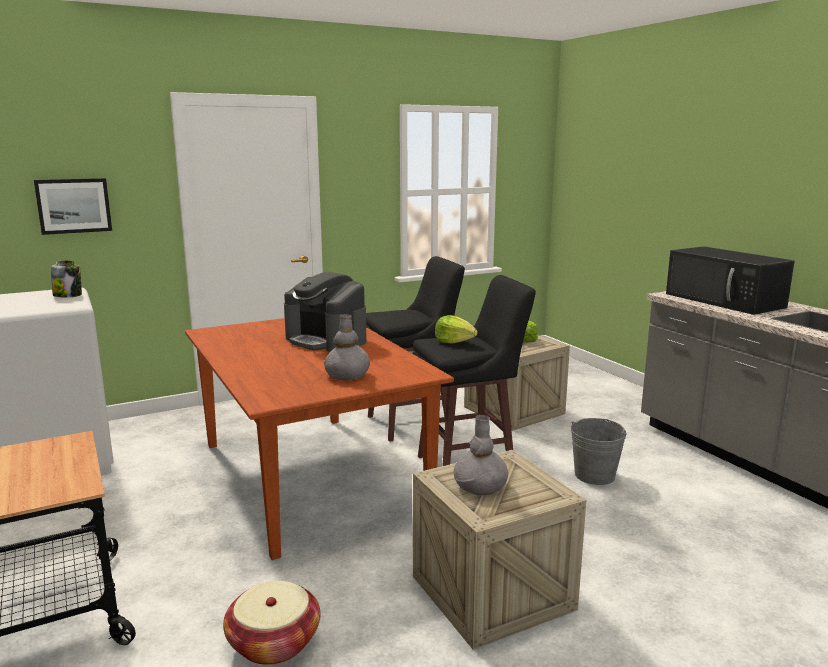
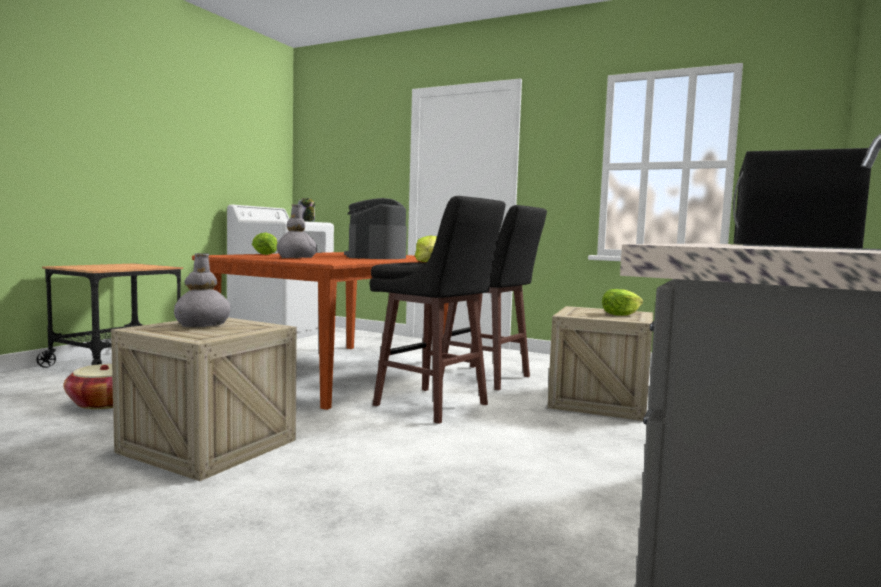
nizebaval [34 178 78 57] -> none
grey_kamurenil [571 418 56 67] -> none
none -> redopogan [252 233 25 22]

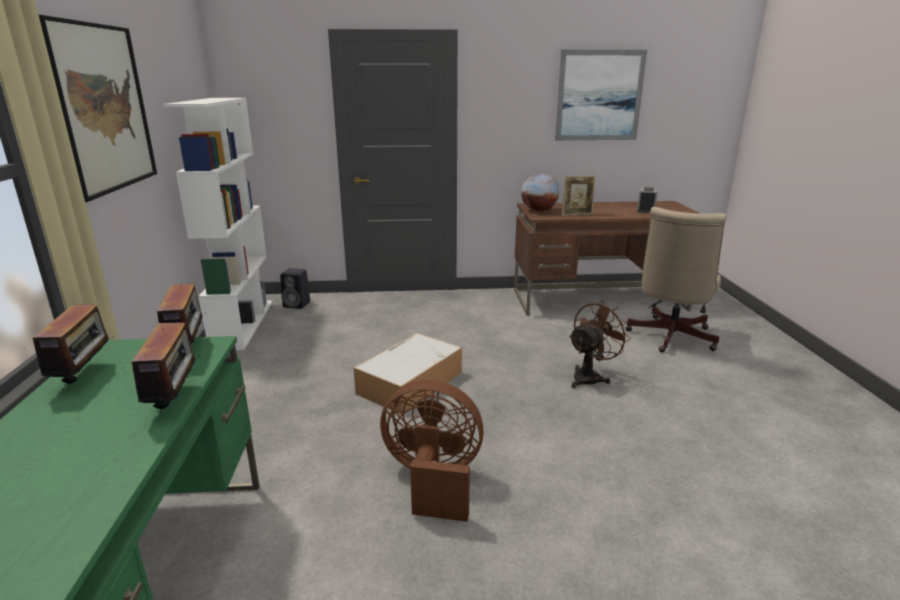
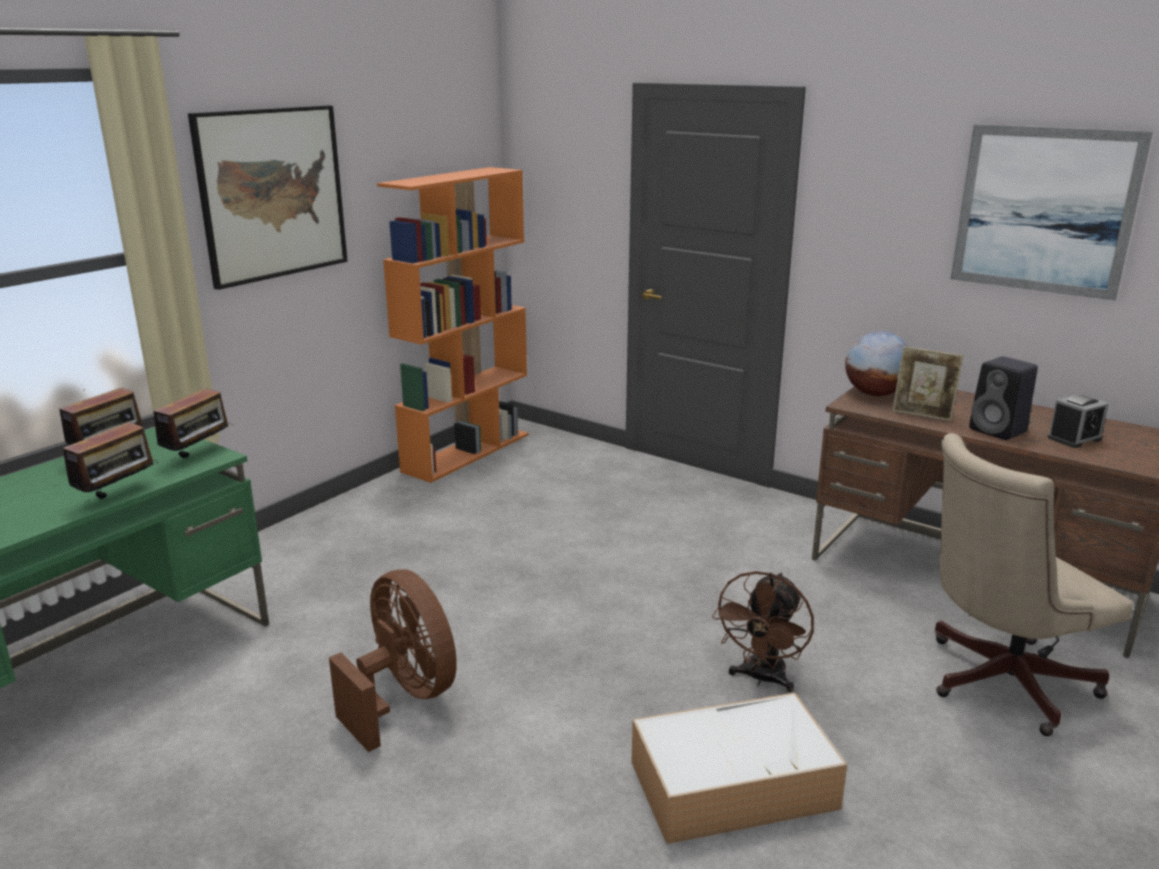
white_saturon [163 98 109 252] -> orange_saturon [377 167 151 316]
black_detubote [280 268 30 41] -> black_detubote [969 356 69 84], moved
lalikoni [354 333 108 81] -> lalikoni [631 693 216 151], moved
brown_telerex [569 301 62 87] -> brown_telerex [712 571 102 121], 120 degrees clockwise

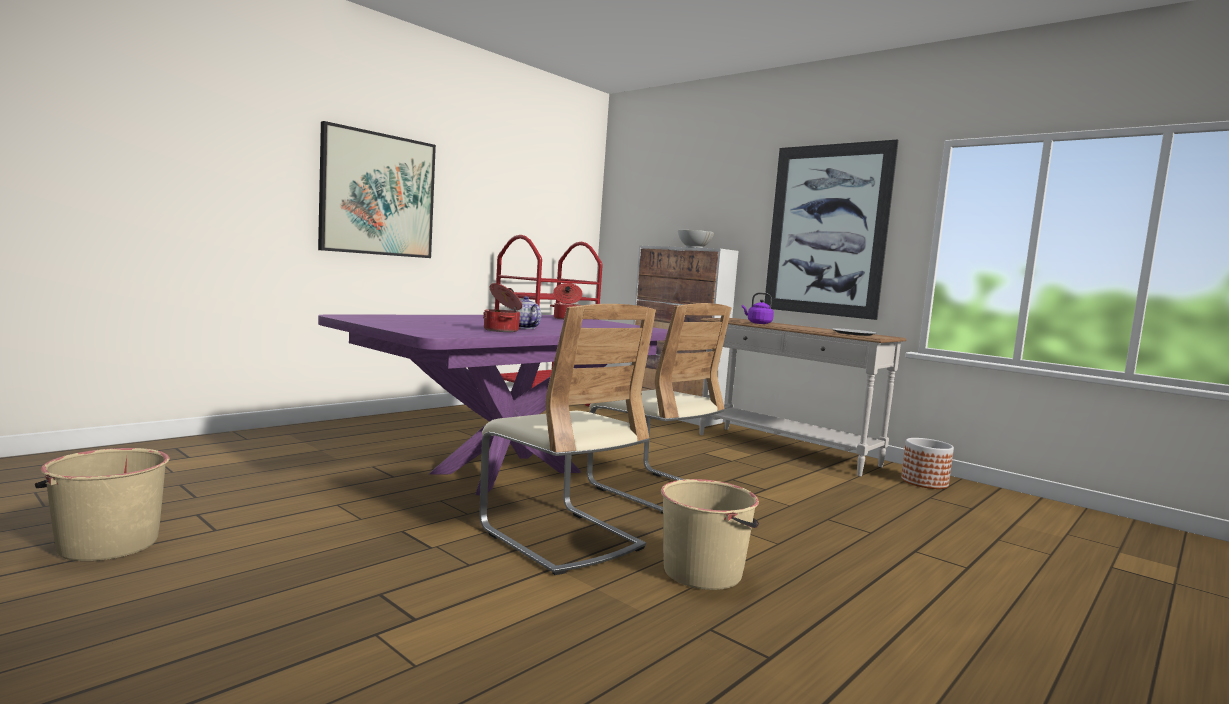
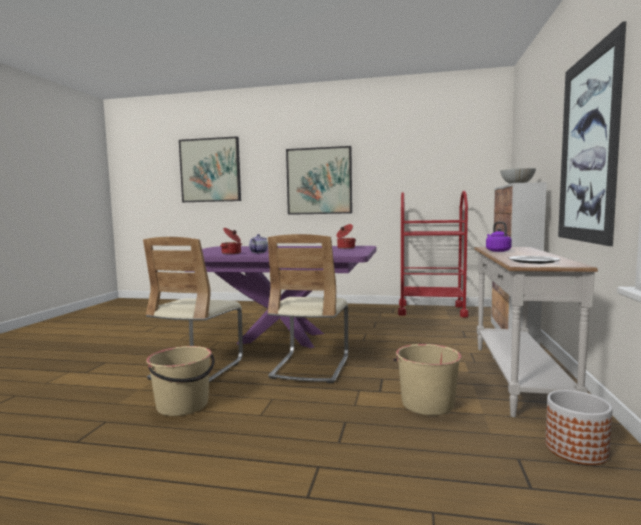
beige_kamurenil [35 448 135 113] -> beige_kamurenil [393 344 69 72], moved
none -> nizebaval [179 136 62 66]

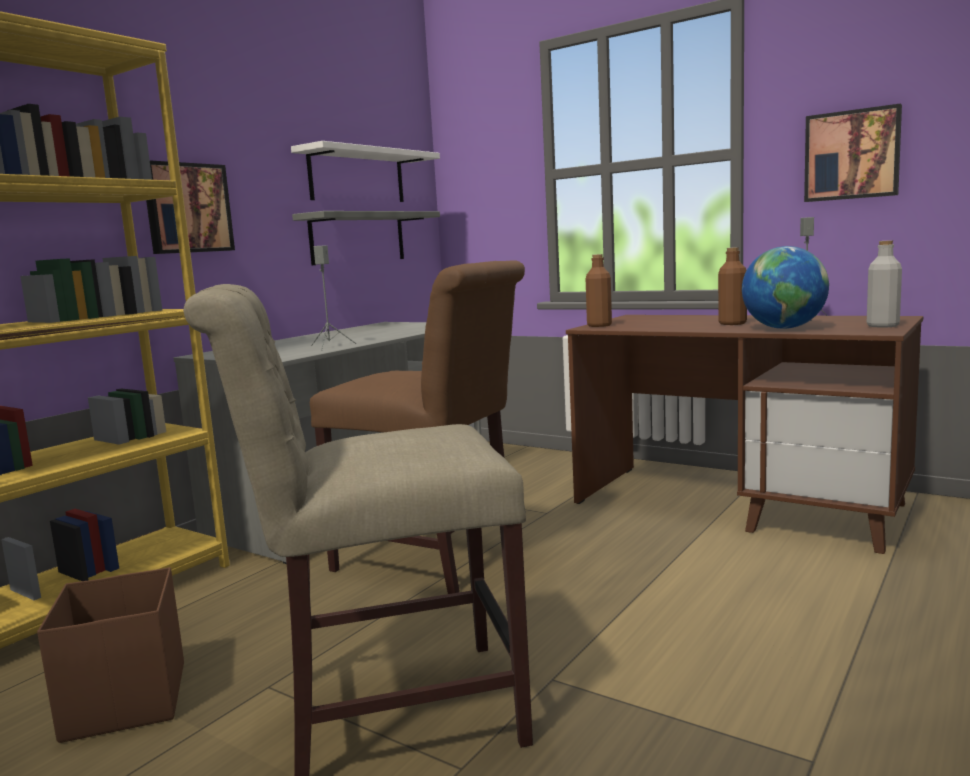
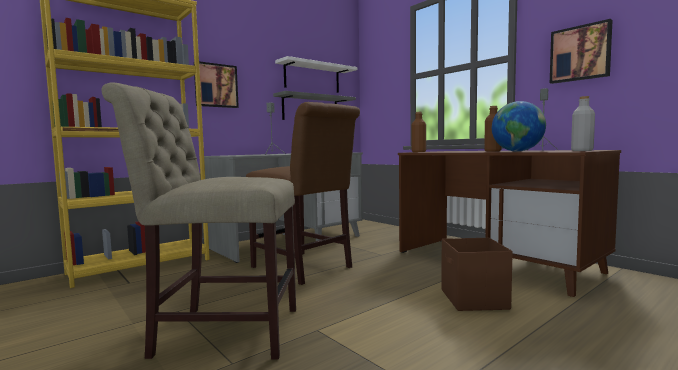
brown_lalikoni [37 567 147 176] -> brown_lalikoni [441 238 72 73], moved

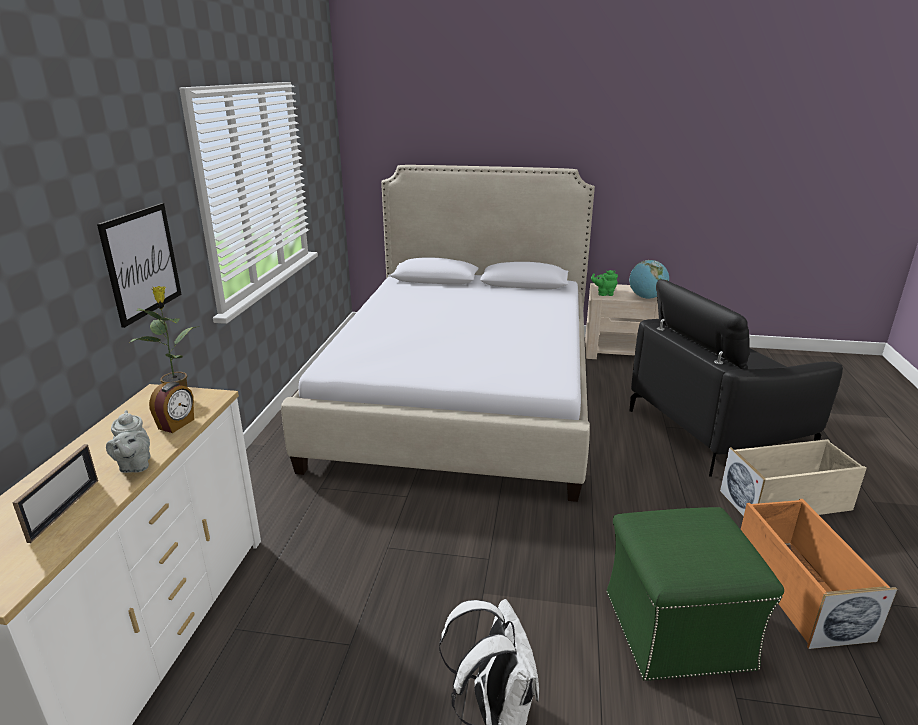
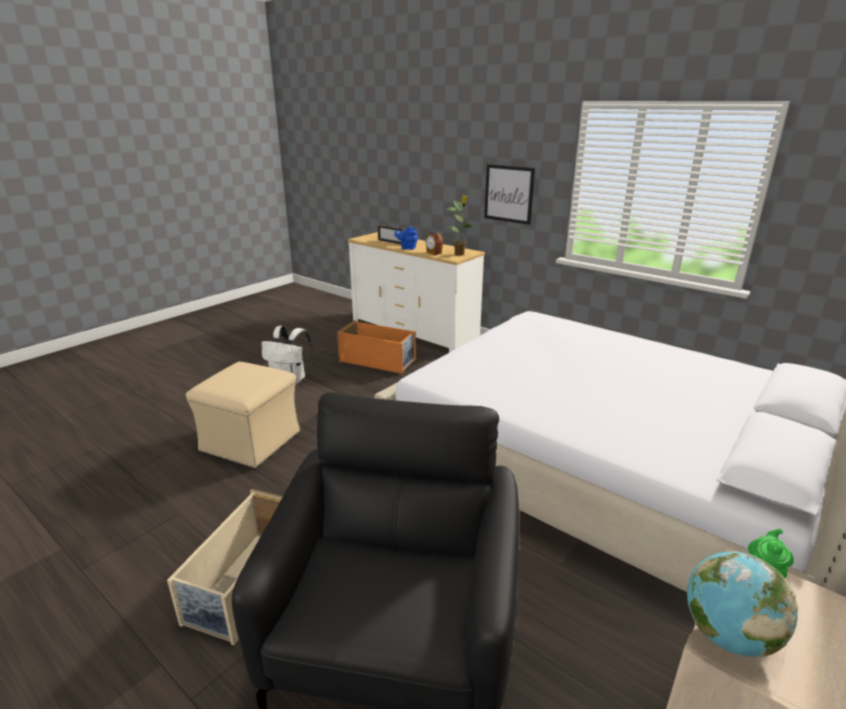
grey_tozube [106 410 44 63] -> blue_tozube [394 226 24 24]
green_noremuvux [607 507 177 174] -> beige_noremuvux [186 362 114 106]
orange_lalikoni [741 499 157 150] -> orange_lalikoni [337 320 79 54], moved

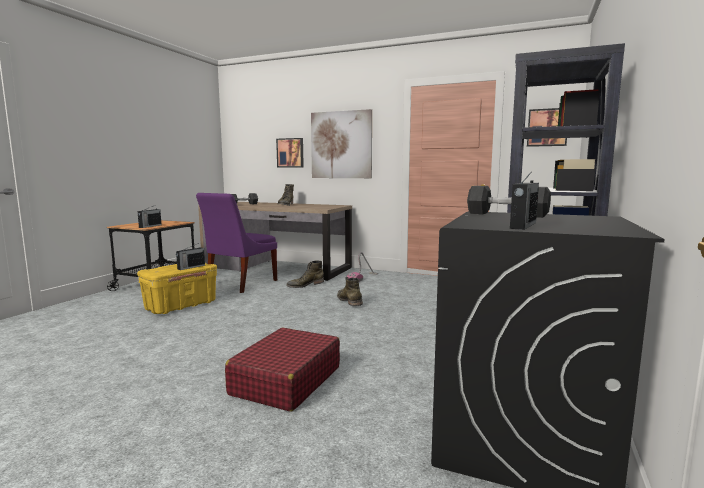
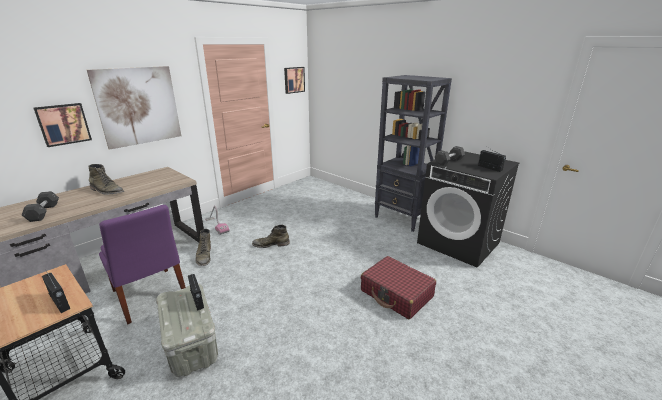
yellow_lalikoni [137 263 80 51] -> grey_lalikoni [156 283 62 94]

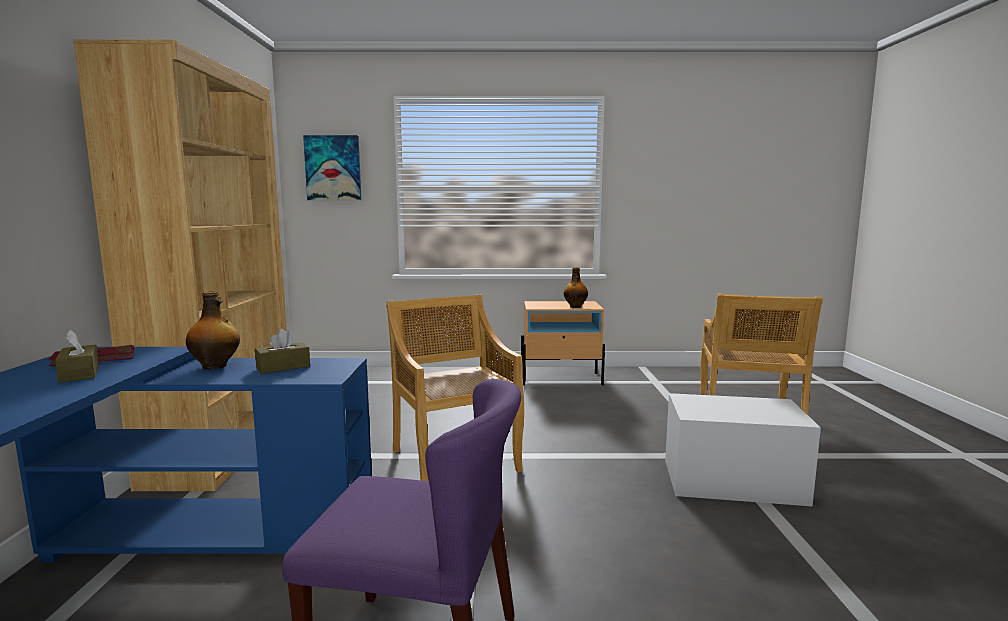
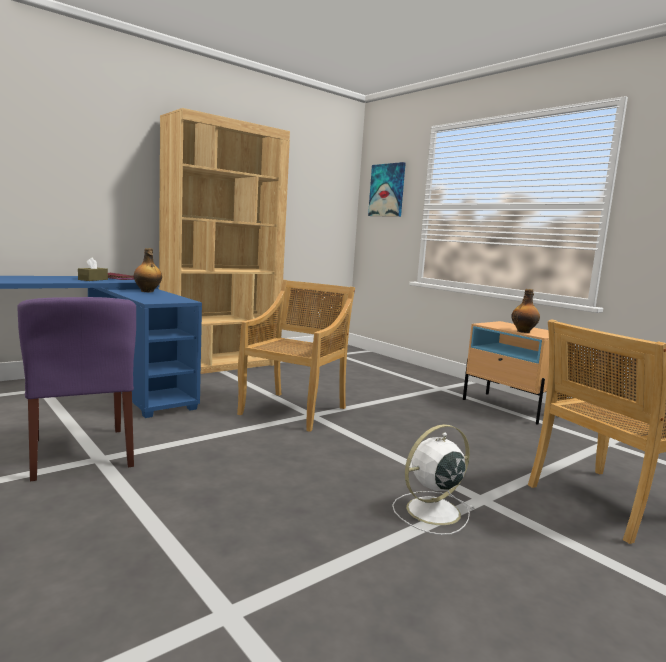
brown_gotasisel [255 329 55 45] -> none
white_lalikoni [665 393 156 113] -> white_telerex [392 424 83 111]

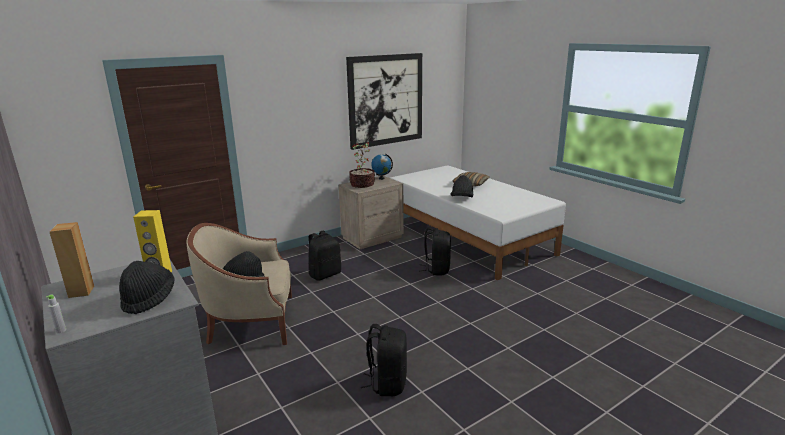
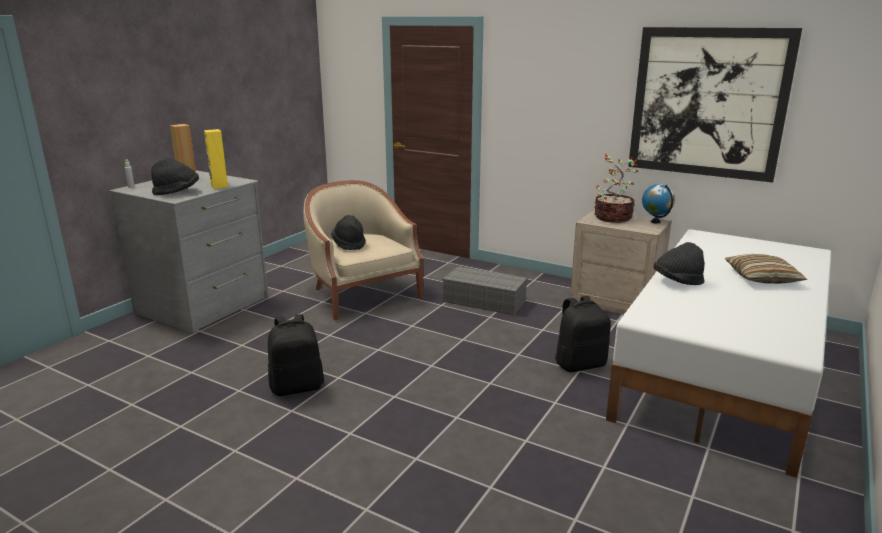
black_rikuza [308 231 33 50] -> grey_lalikoni [443 266 84 49]

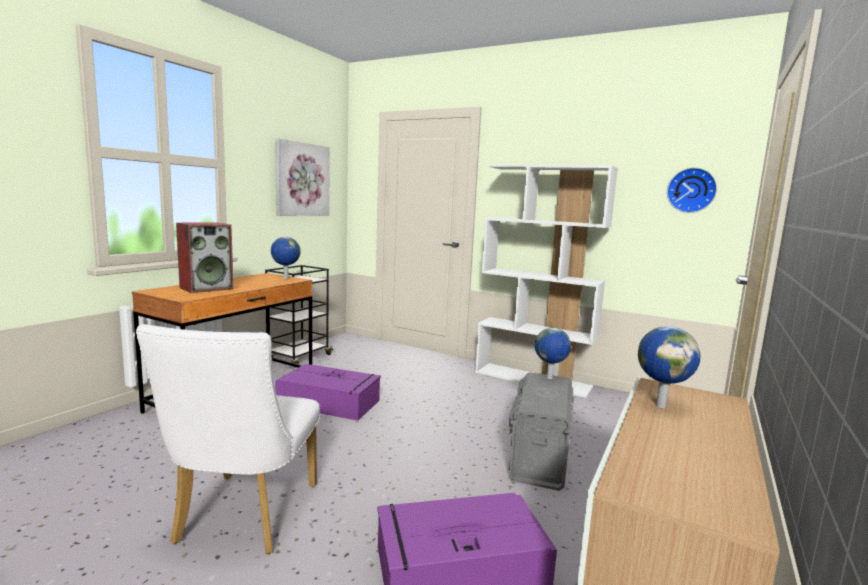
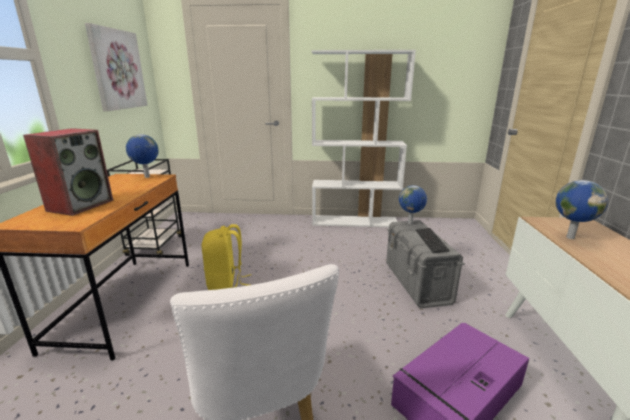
purple_lalikoni [275 364 106 57] -> yellow_rikuza [202 224 49 66]
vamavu [667 168 50 45] -> none
none -> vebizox [416 228 34 25]

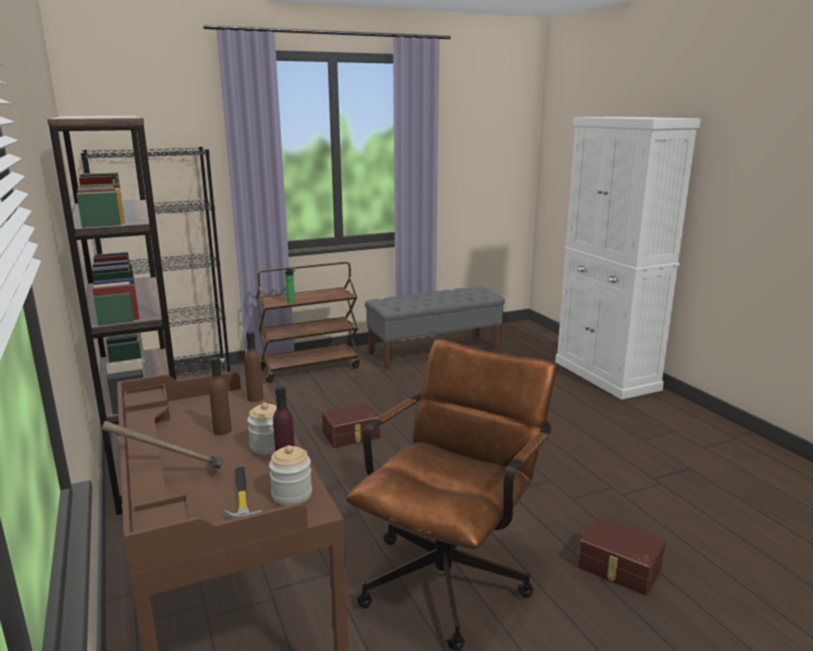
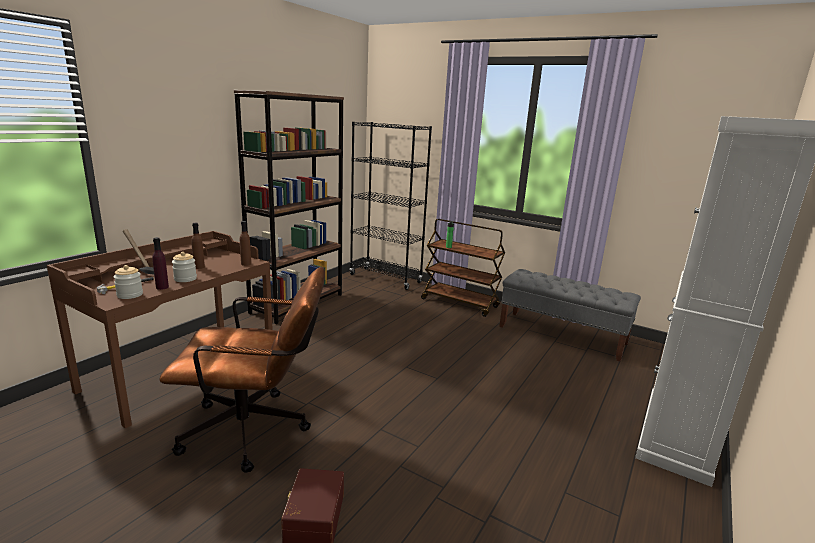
brown_lalikoni [322 403 59 45] -> none

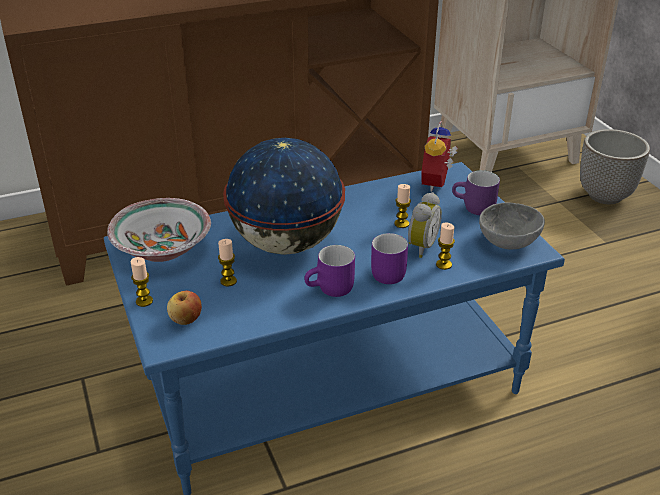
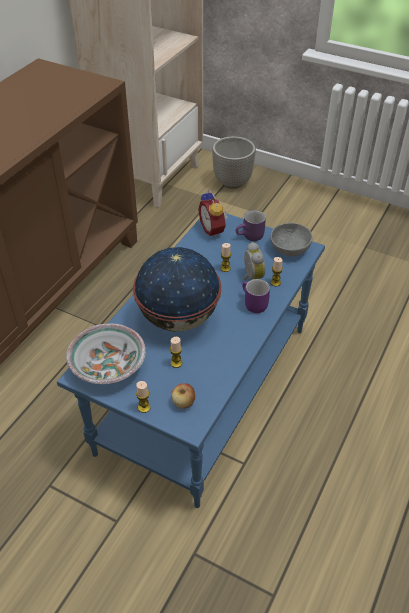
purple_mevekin [304 245 51 52] -> none

